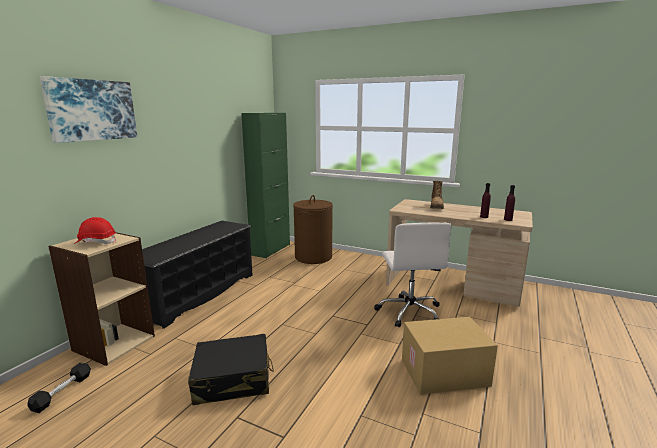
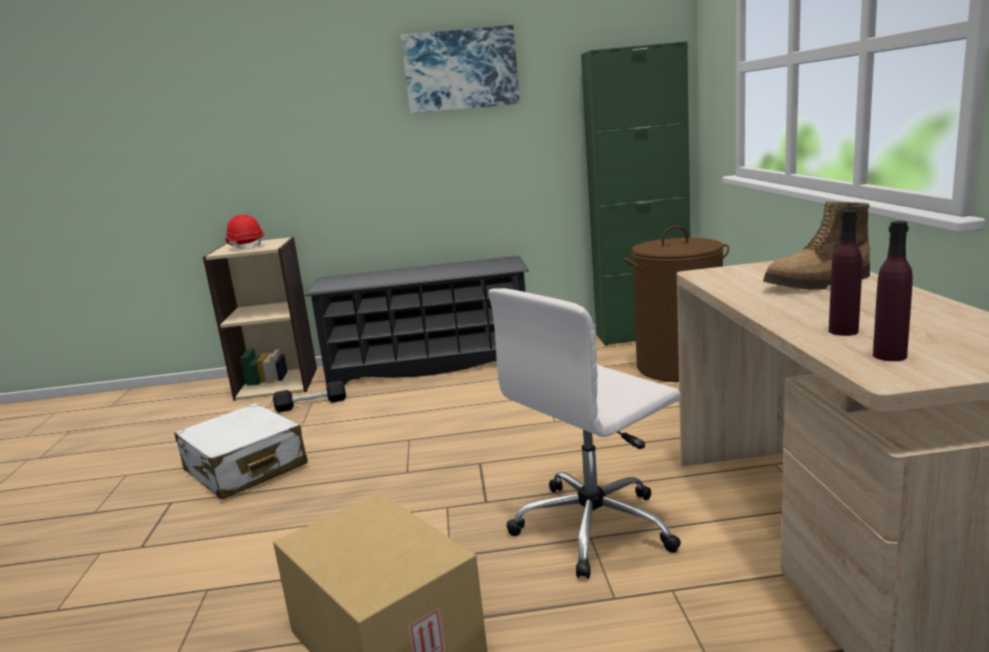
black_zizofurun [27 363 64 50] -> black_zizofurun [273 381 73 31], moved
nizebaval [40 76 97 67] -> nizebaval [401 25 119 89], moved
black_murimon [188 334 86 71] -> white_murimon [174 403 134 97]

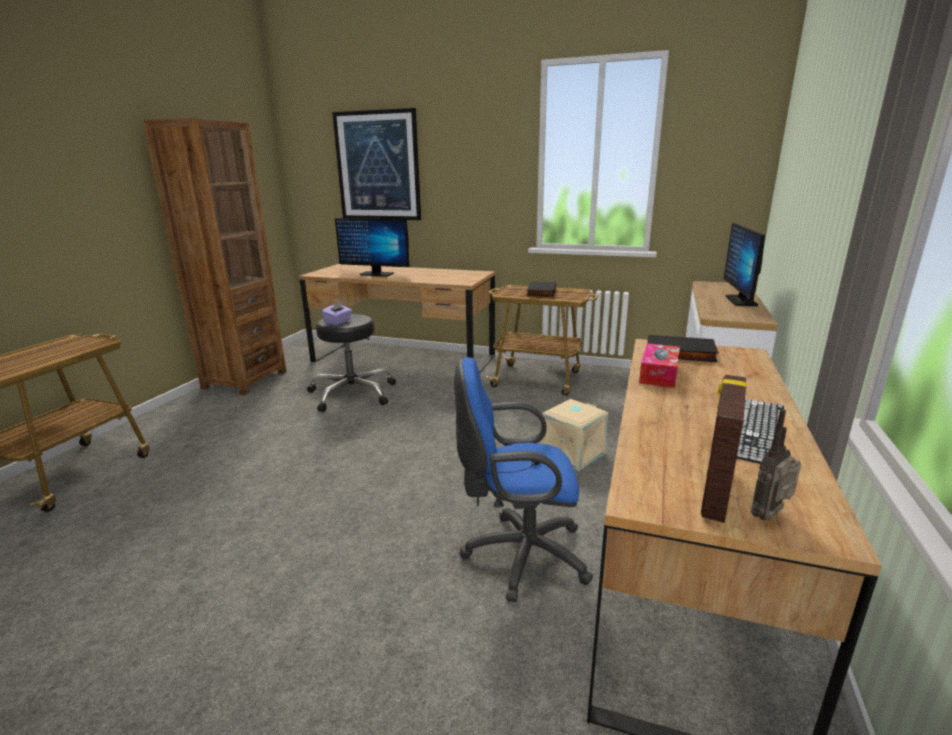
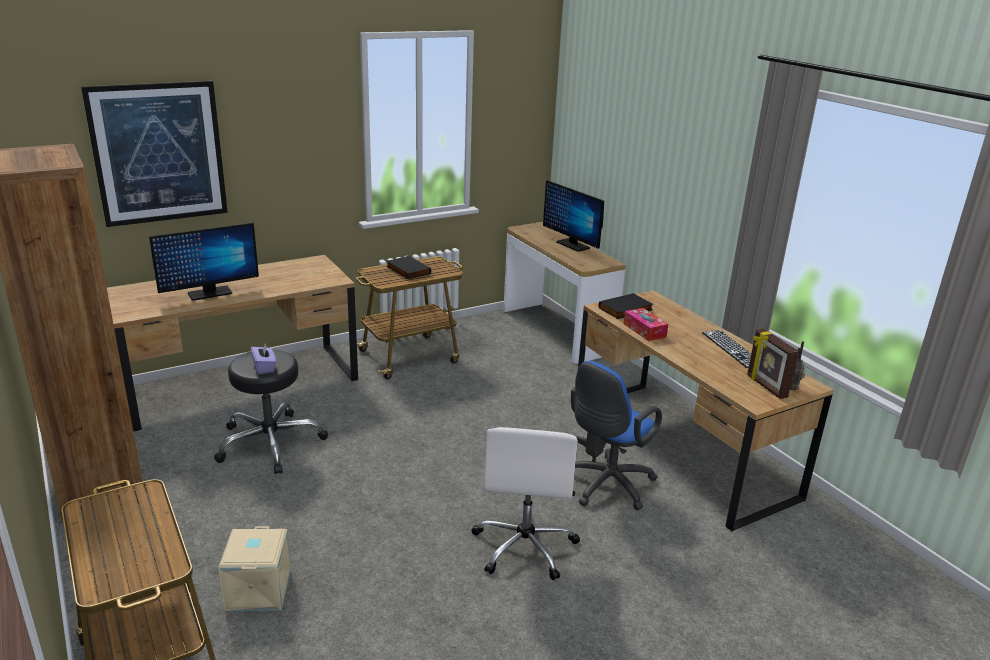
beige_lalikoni [541 399 67 72] -> beige_lalikoni [218 526 73 85], moved
none -> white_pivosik [471 427 109 153]

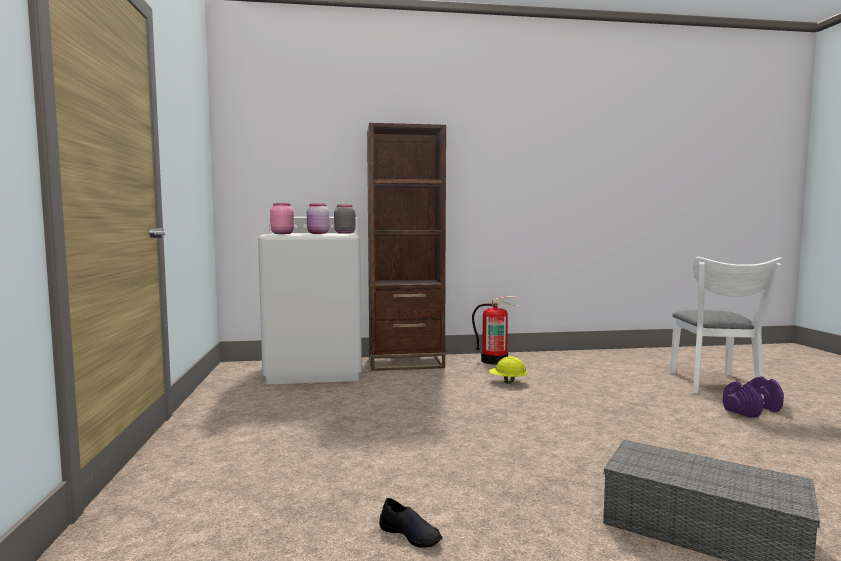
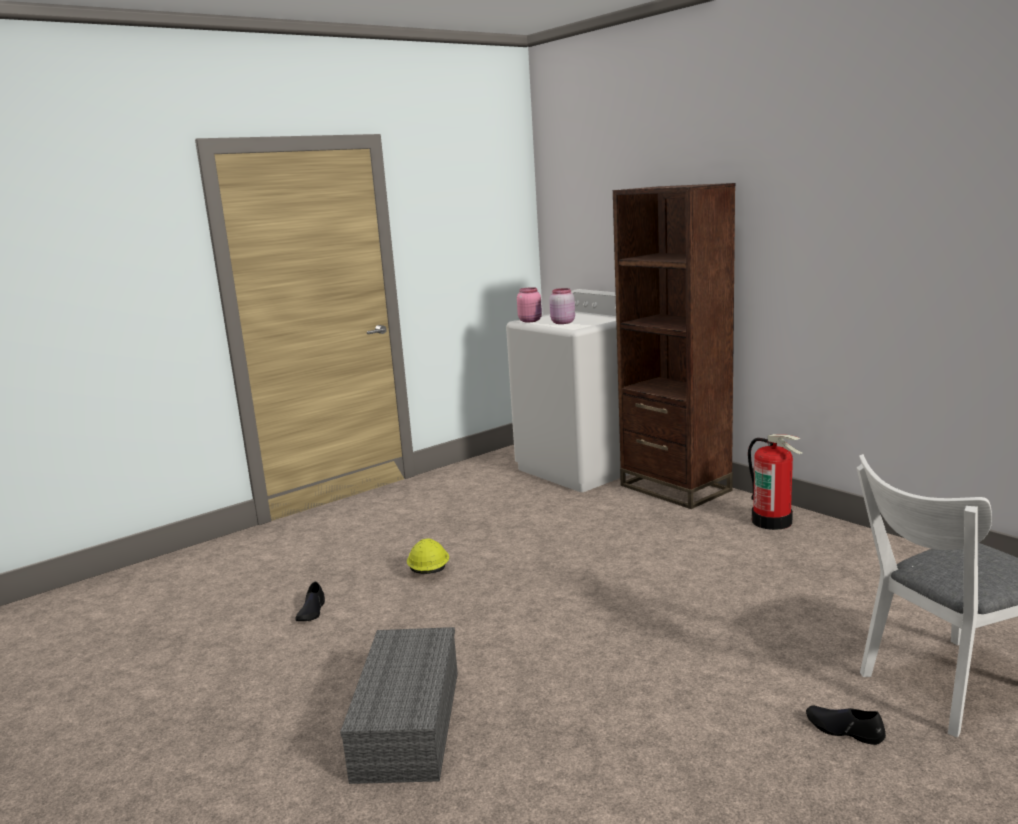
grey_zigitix [334 204 22 29] -> none
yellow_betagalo [489 356 39 28] -> yellow_betagalo [407 539 42 35], moved
purple_zizofurun [723 376 61 42] -> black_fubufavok [806 706 80 39]

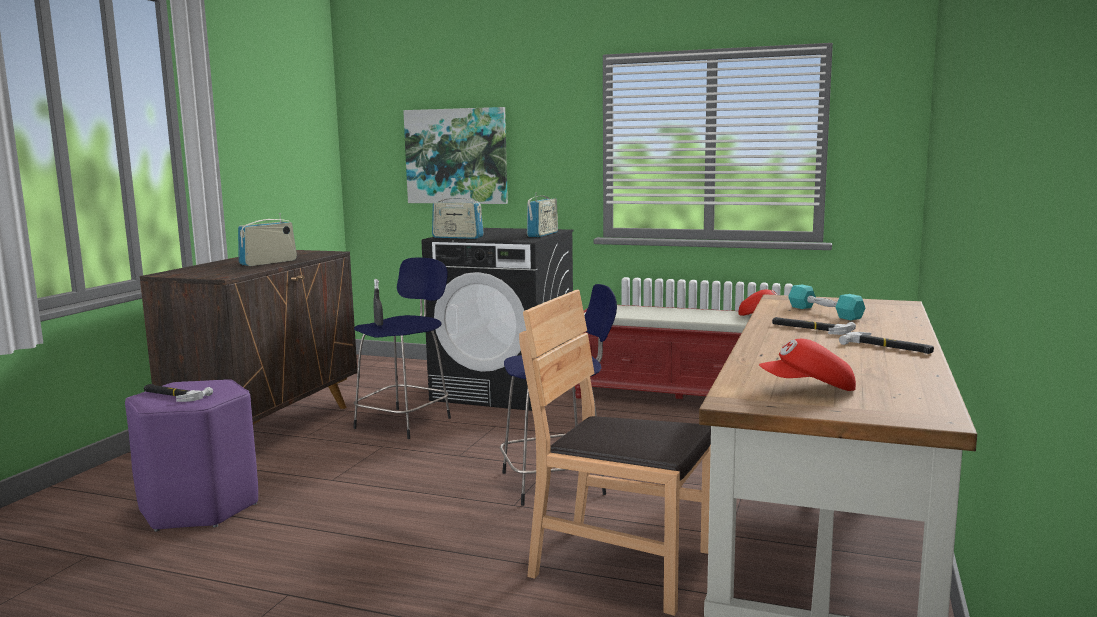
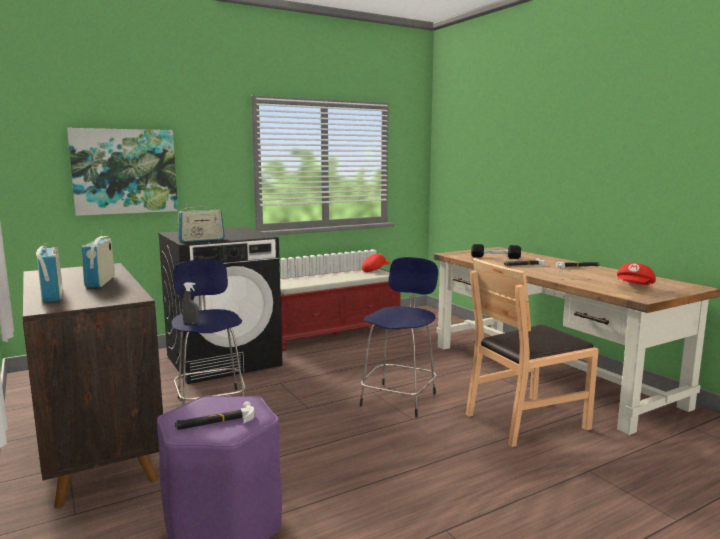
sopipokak [527 192 31 45] -> sopipokak [36 243 26 60], moved
turquoise_zizofurun [788 285 77 35] -> black_zizofurun [471 244 50 15]

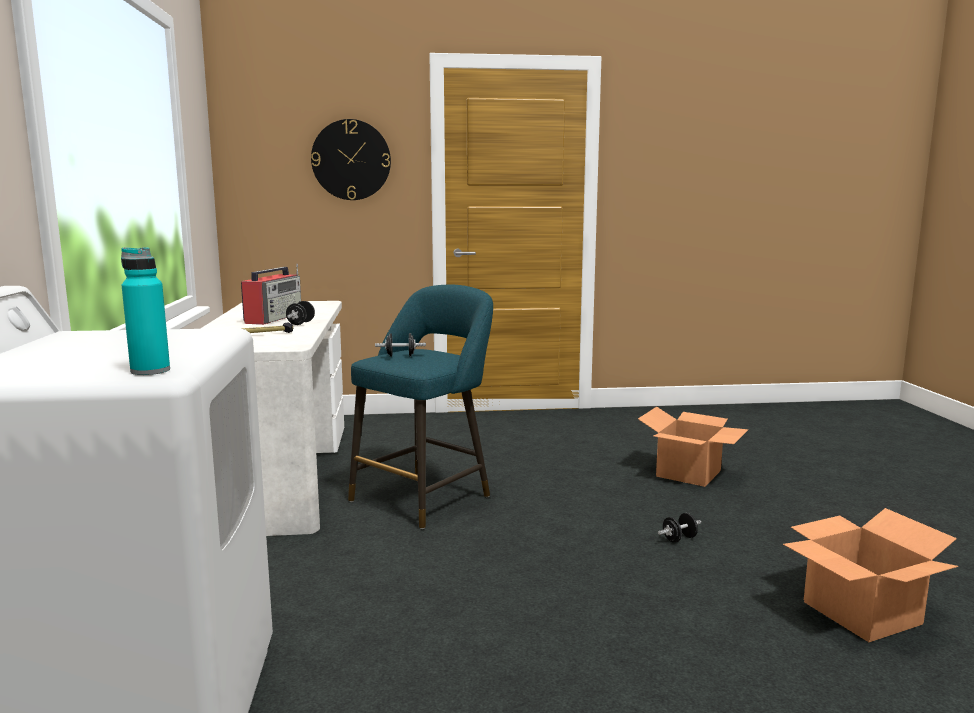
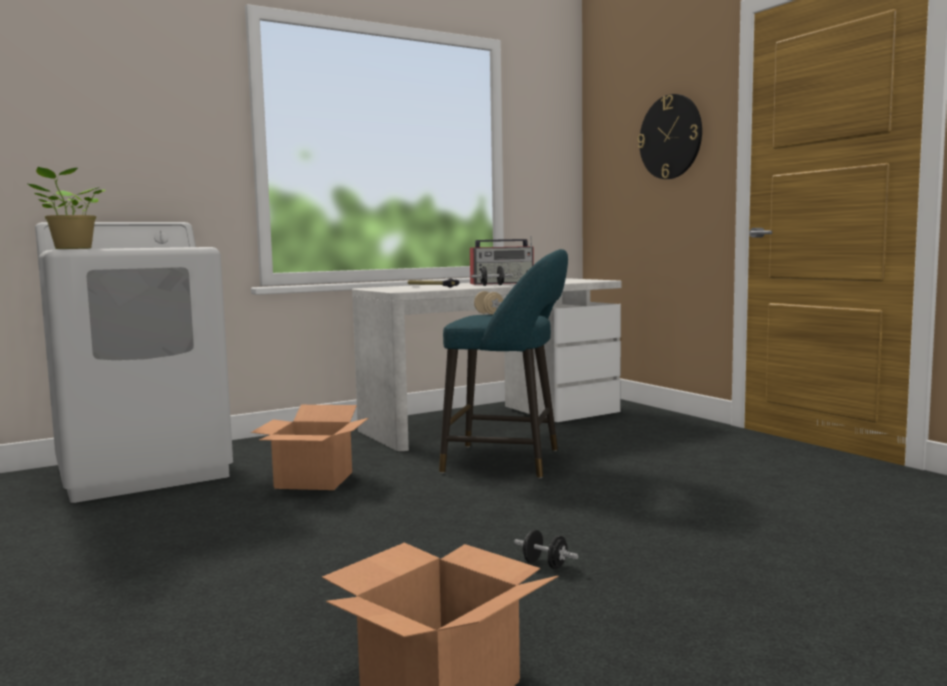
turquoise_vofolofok [121 247 49 128] -> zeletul [28 167 78 82]
black_zizofurun [375 333 51 24] -> beige_zizofurun [474 291 29 24]
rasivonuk [638 407 111 80] -> rasivonuk [251 405 117 85], moved

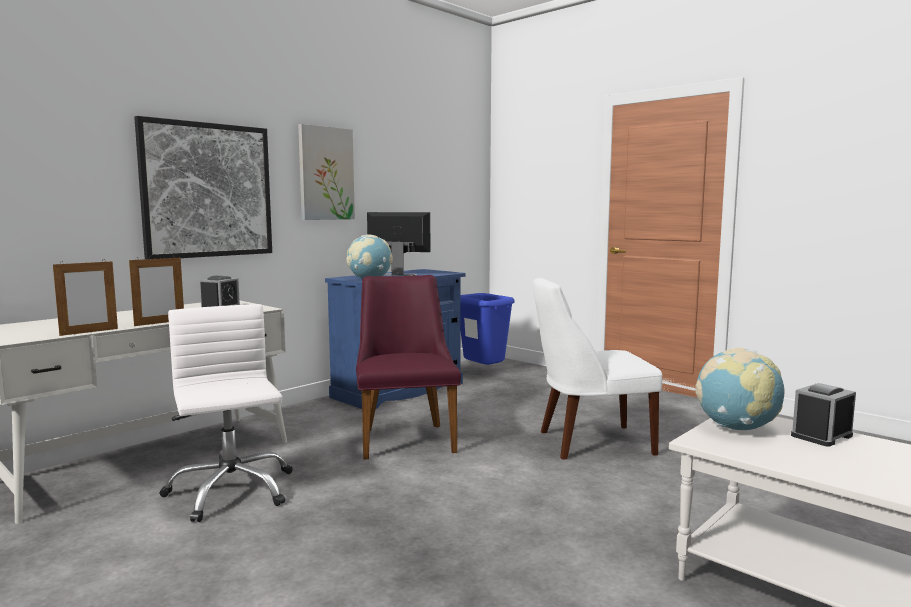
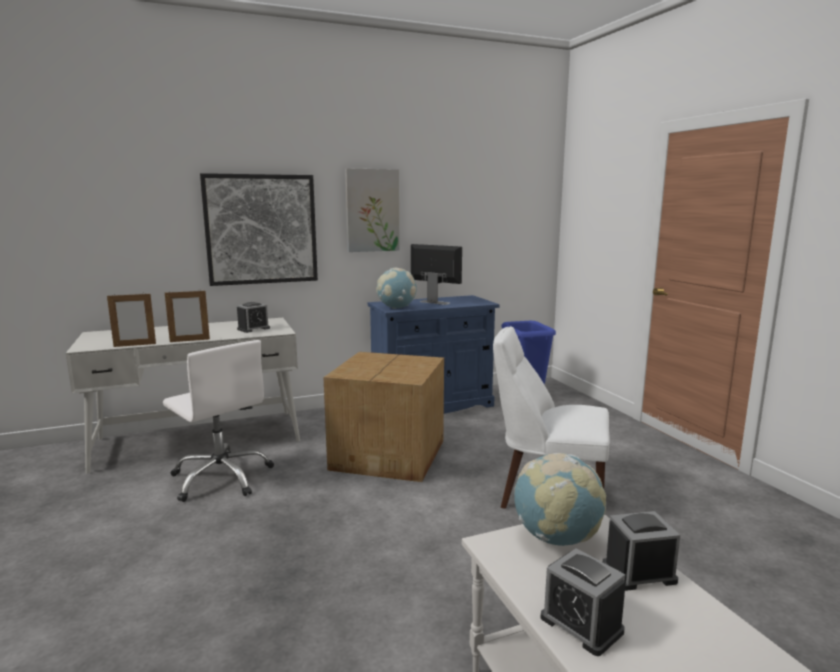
white_pivosik [160 304 133 218] -> white_pivosik [163 340 111 162], 135 degrees clockwise
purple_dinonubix [356 275 105 185] -> rasivonuk [323 352 121 130]
none -> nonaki [541 548 85 108]

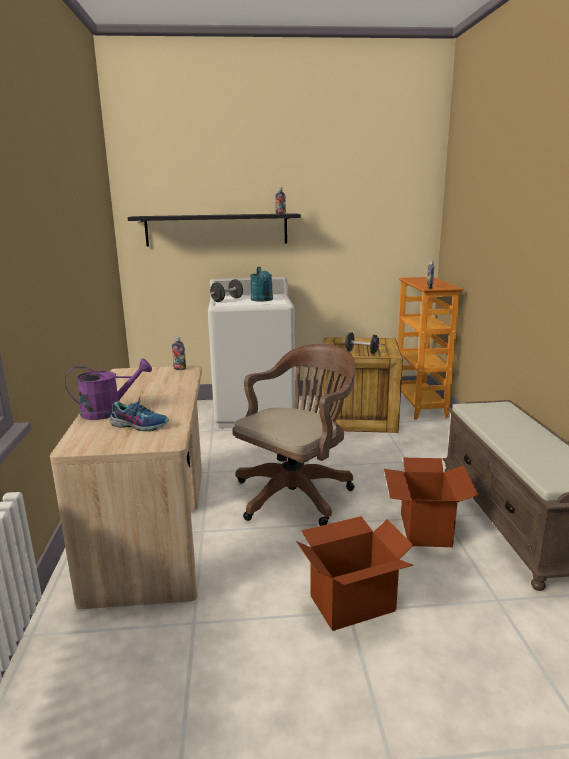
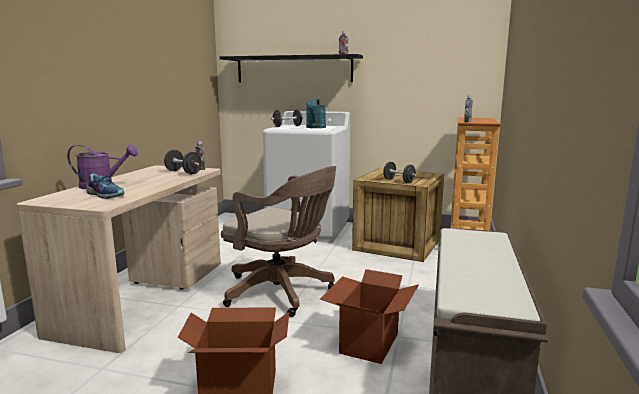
brown_pivosik [232 344 123 182] -> brown_pivosik [221 166 115 151], 60 degrees clockwise
none -> black_zizofurun [164 150 38 24]

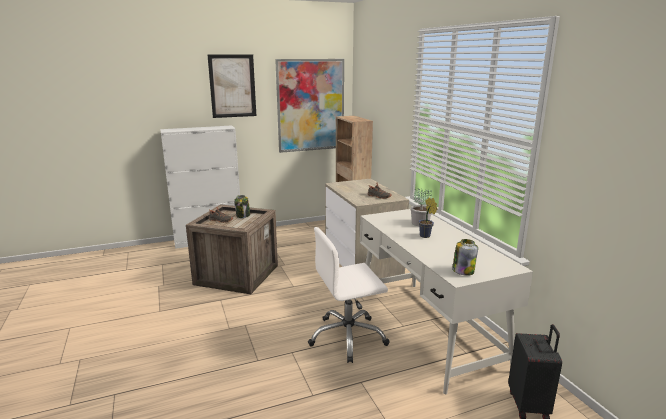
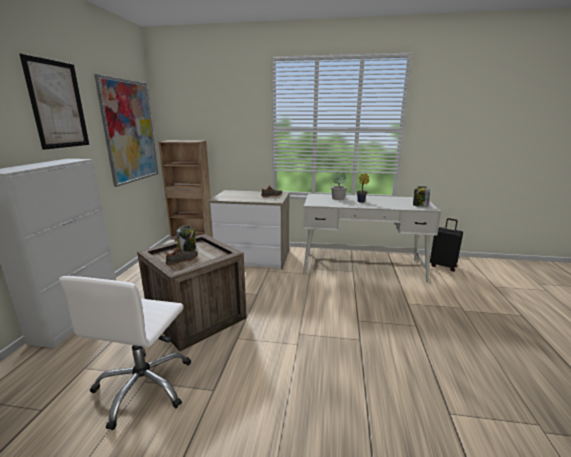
white_pivosik [308 227 82 136] -> white_pivosik [59 276 132 154], moved

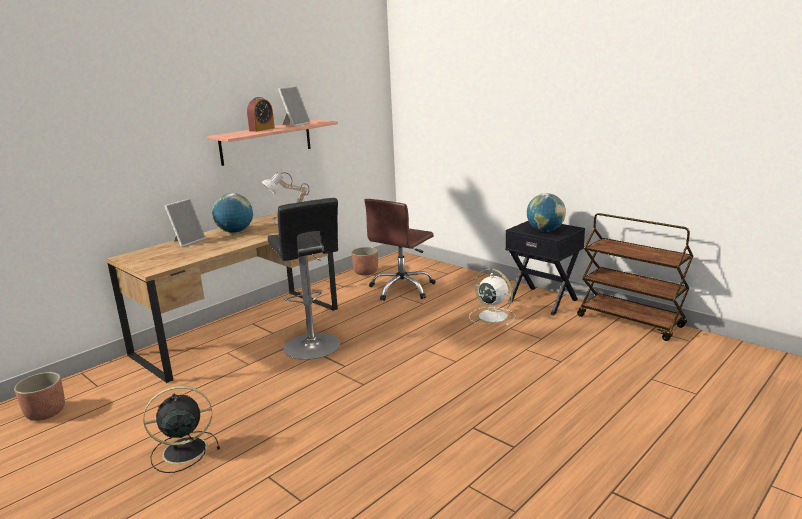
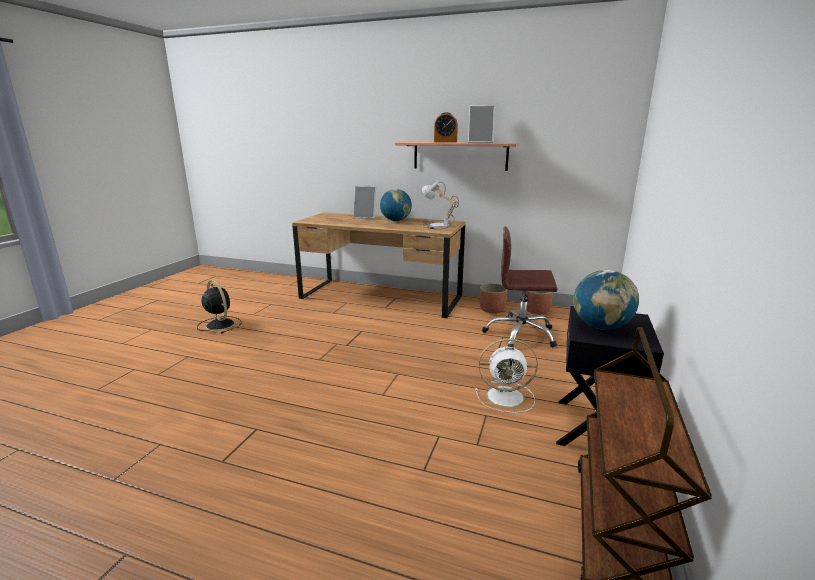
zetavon [14 372 51 49] -> zetavon [480 284 28 29], moved
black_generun [267 198 73 162] -> none
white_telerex [469 268 47 58] -> white_telerex [475 338 63 75], 75 degrees clockwise

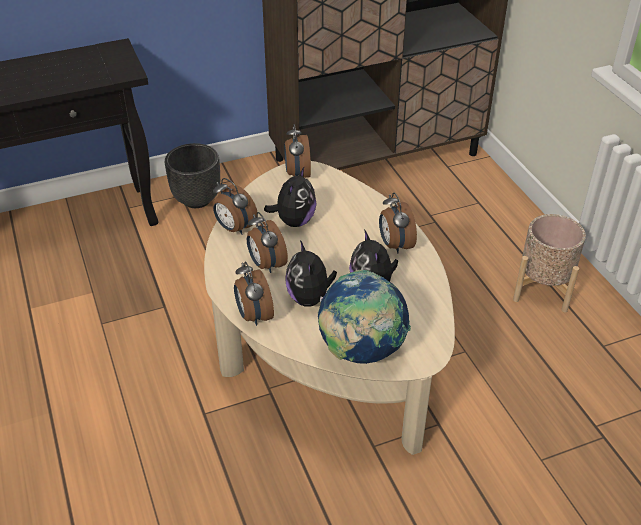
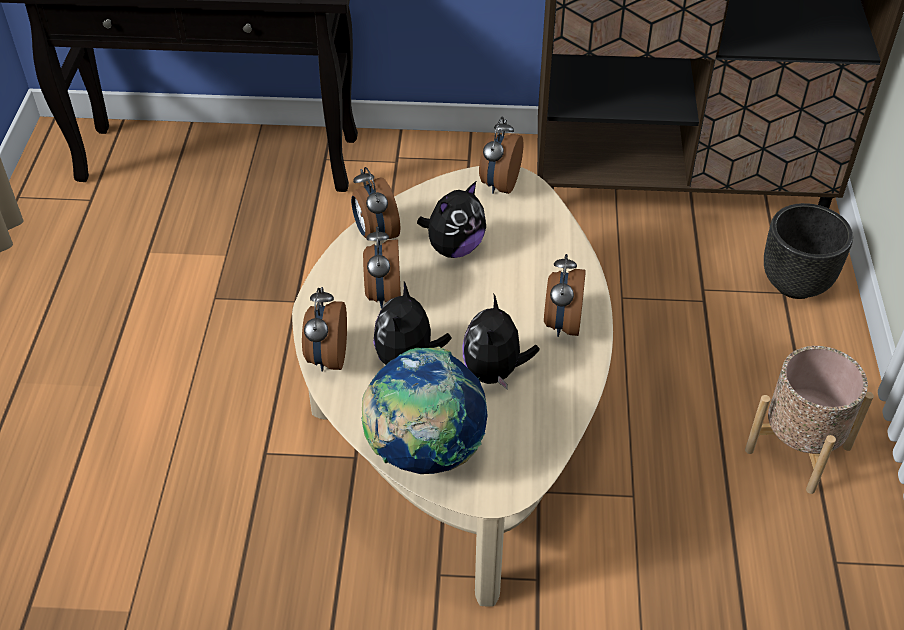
black_zetavon [165 143 55 65] -> black_zetavon [764 203 89 96], moved

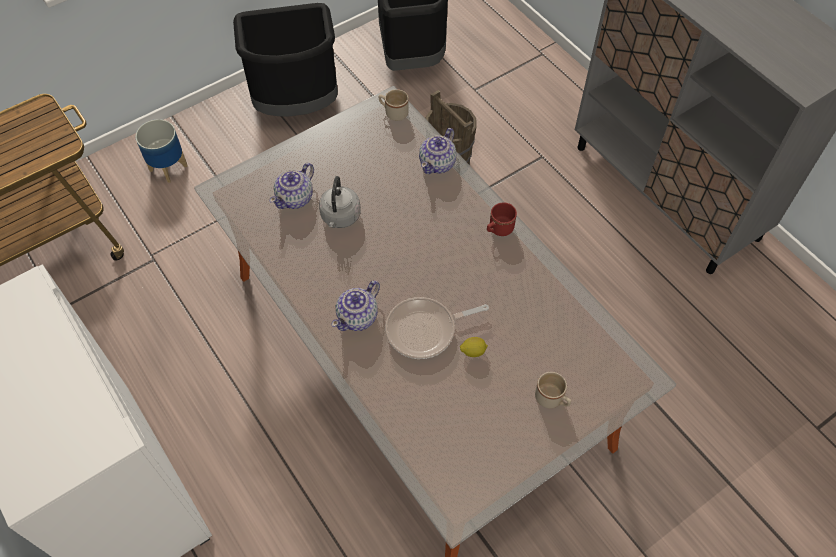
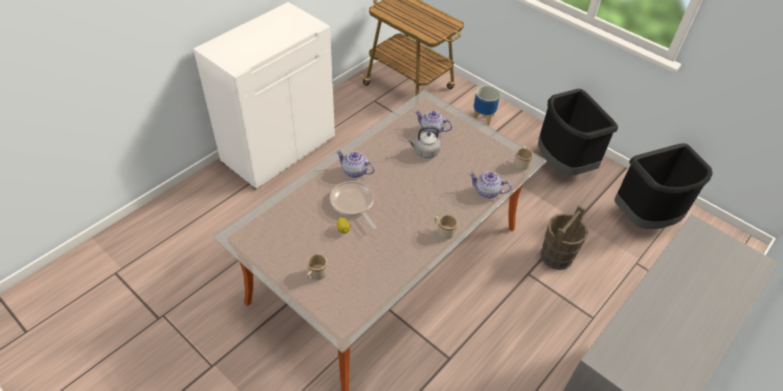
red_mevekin [487 202 30 34] -> beige_mevekin [434 215 24 24]

